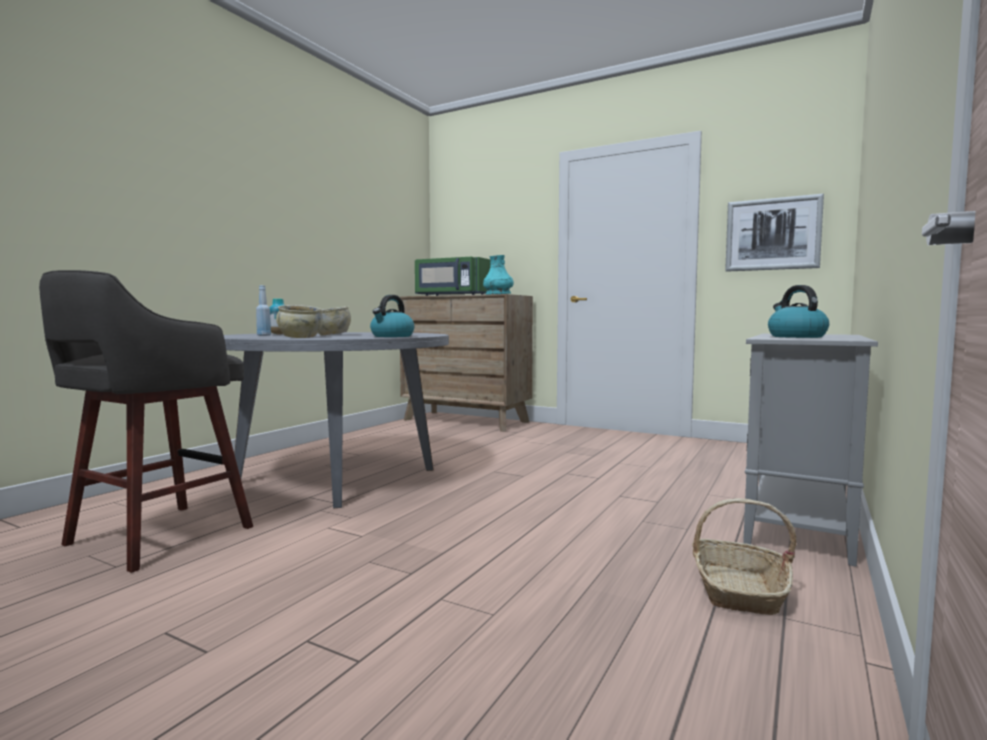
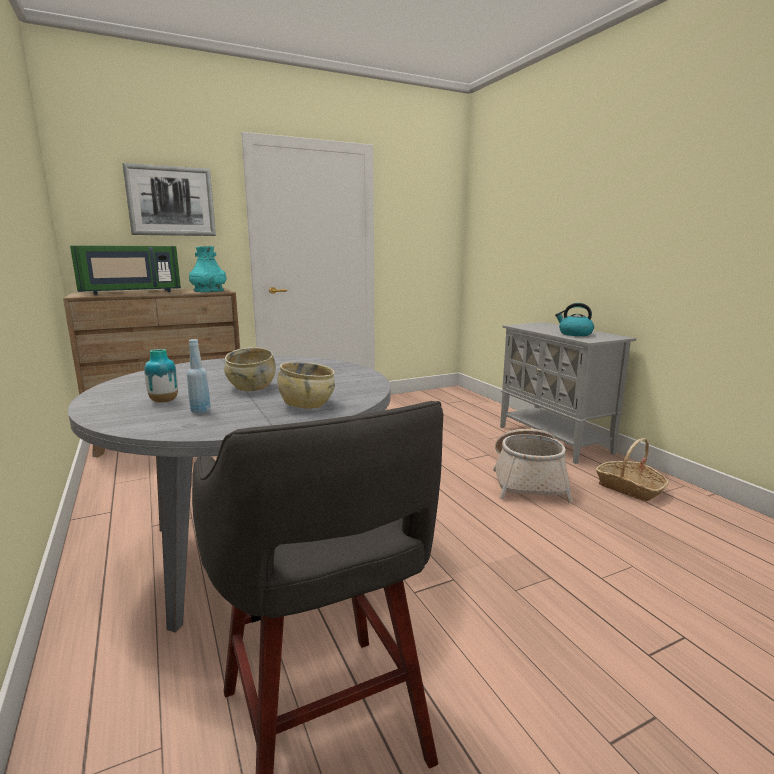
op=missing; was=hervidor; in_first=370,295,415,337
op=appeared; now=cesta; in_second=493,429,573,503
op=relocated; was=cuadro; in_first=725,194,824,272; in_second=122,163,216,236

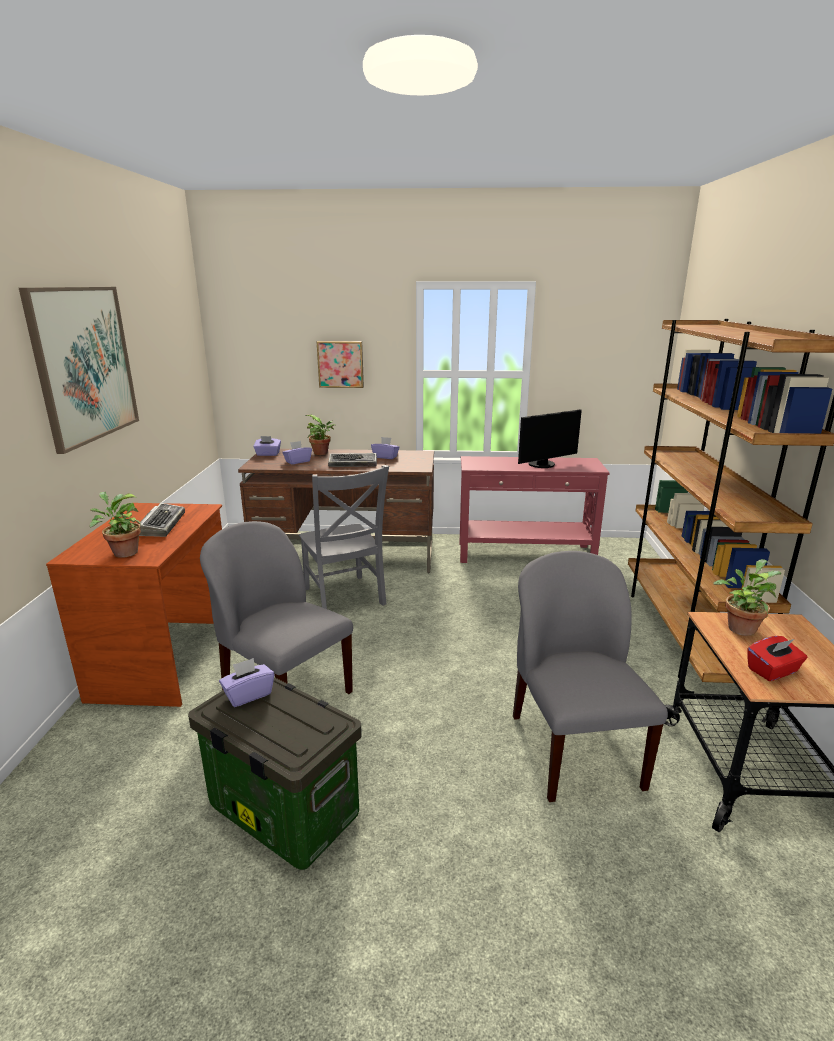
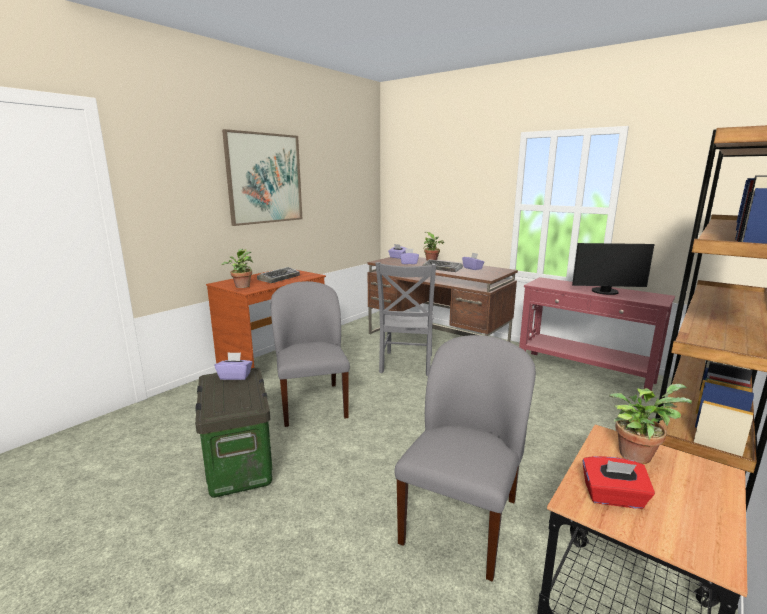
op=missing; was=cuadro; in_first=317,341,364,388

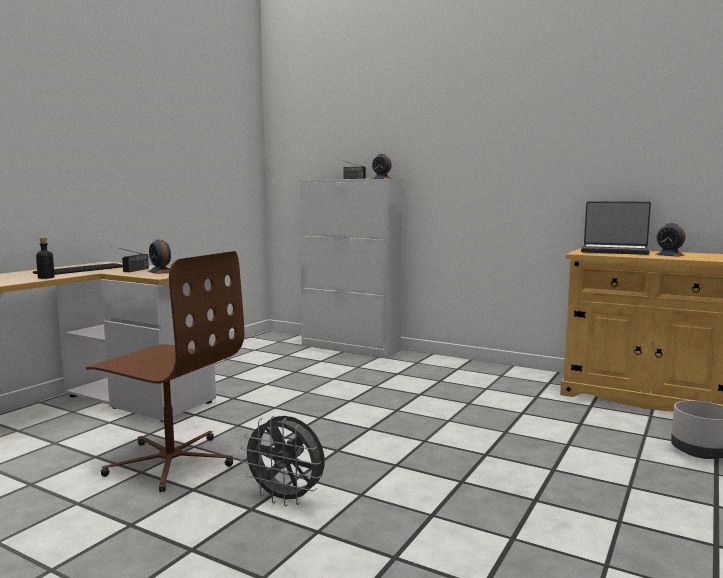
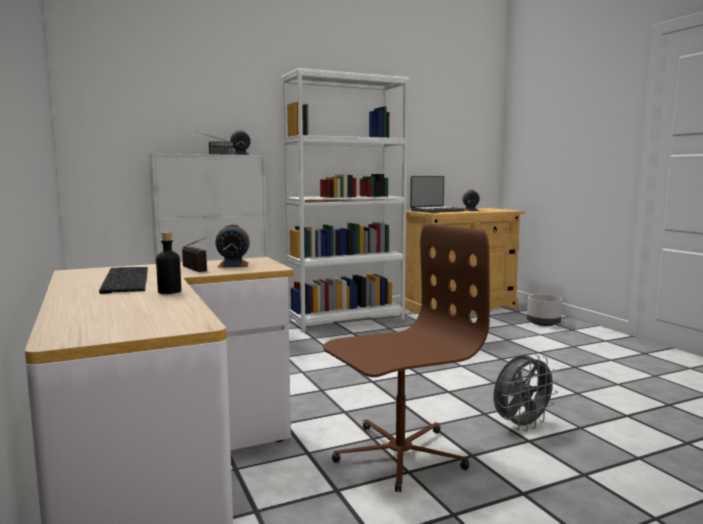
op=appeared; now=estantería/blanco; in_second=282,68,409,333

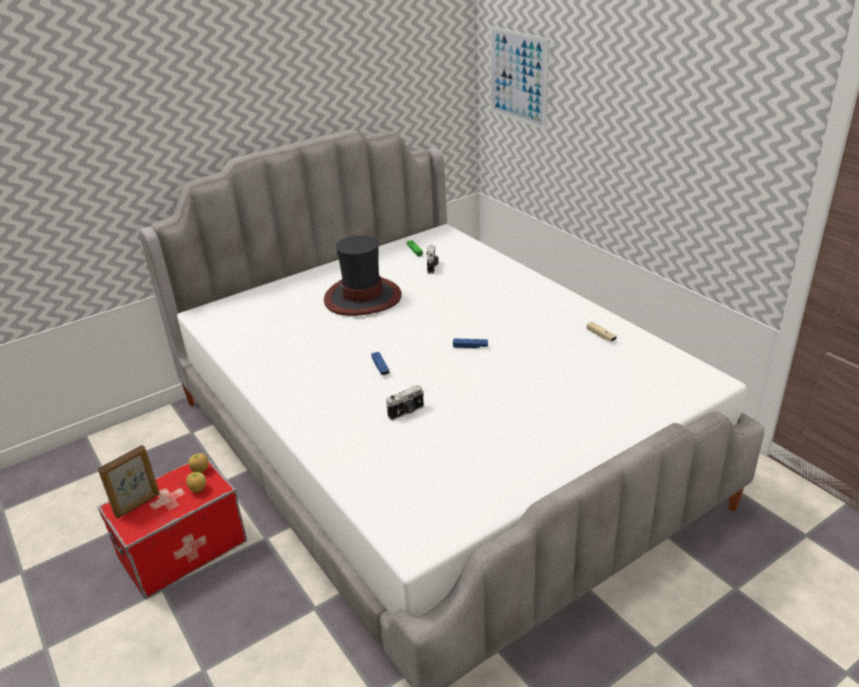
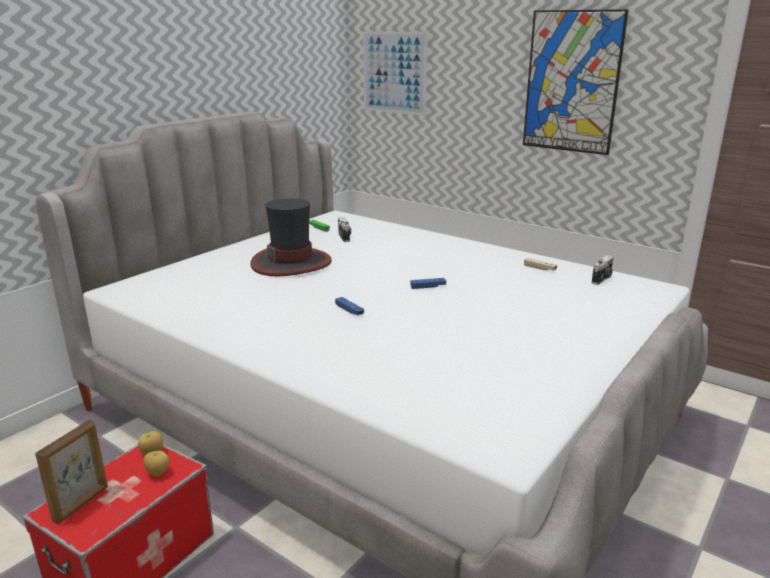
op=appeared; now=cuadro; in_second=523,9,629,155
op=relocated; was=cámara; in_first=386,385,424,420; in_second=592,255,614,285

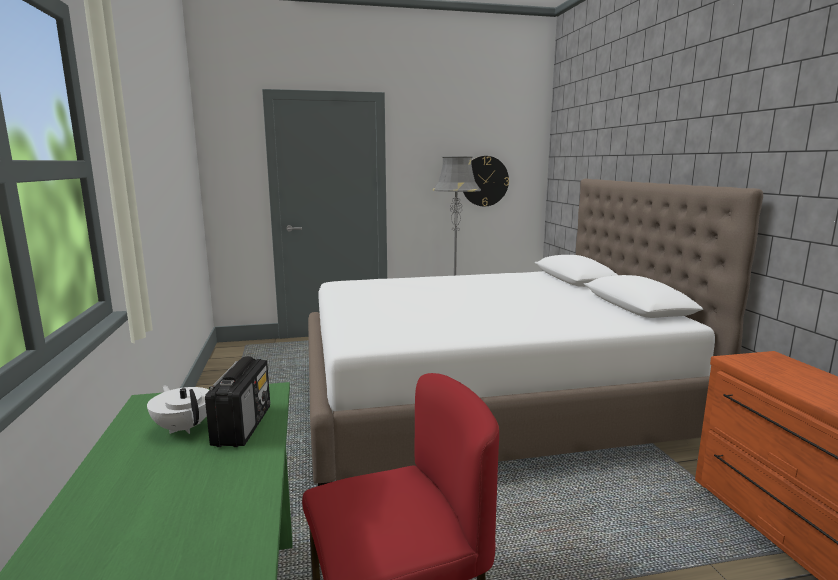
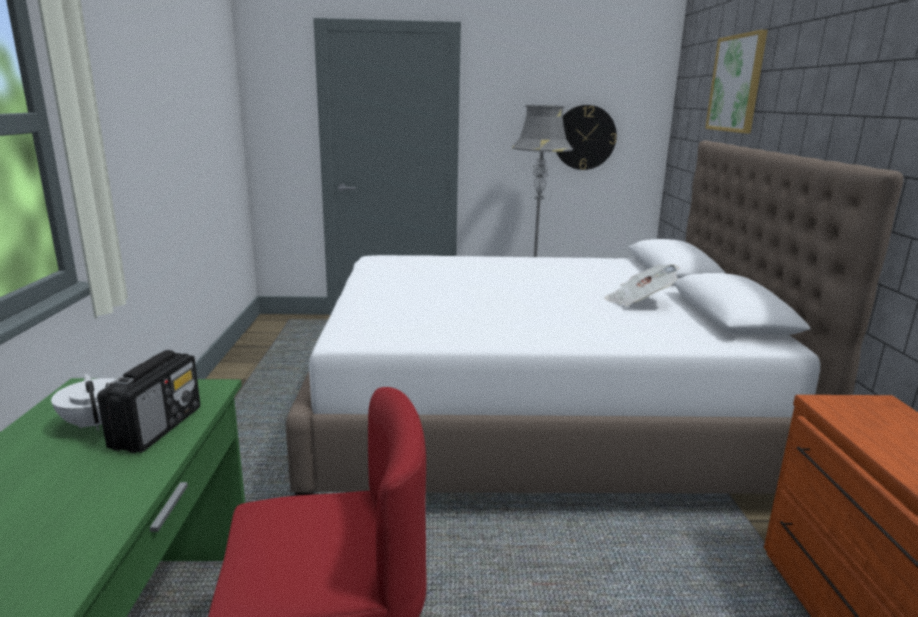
op=appeared; now=periódico; in_second=605,264,680,306
op=appeared; now=cuadro; in_second=705,30,768,133

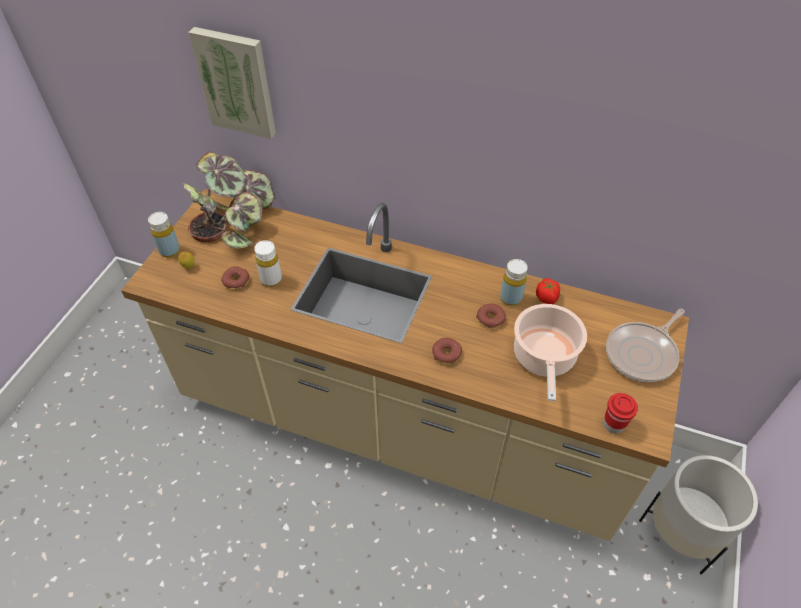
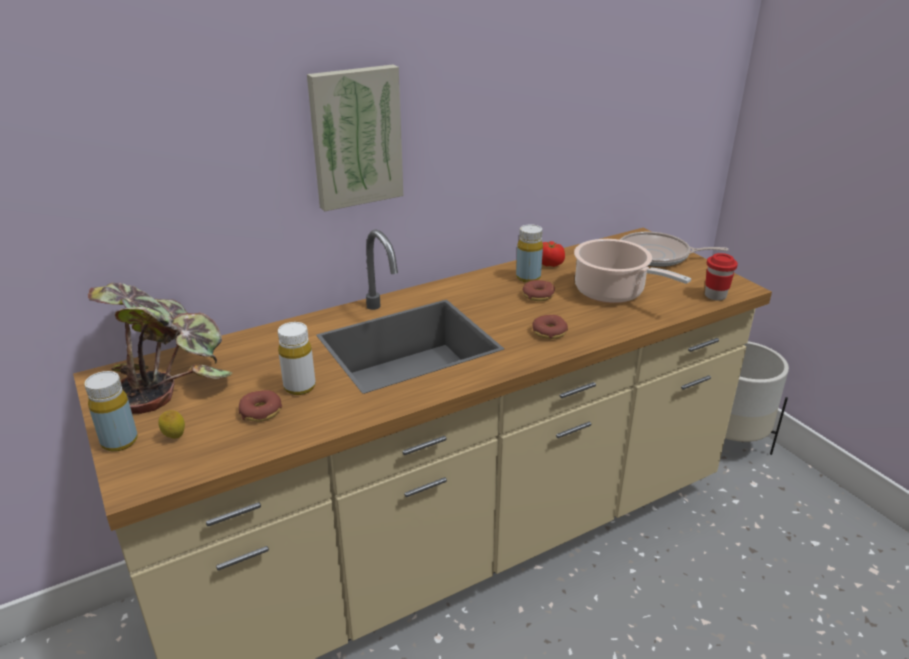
op=relocated; was=cuadro; in_first=188,27,276,139; in_second=307,65,403,212
op=spun; was=sartén; in_first=606,309,685,382; in_second=620,232,729,267; clockwise=105

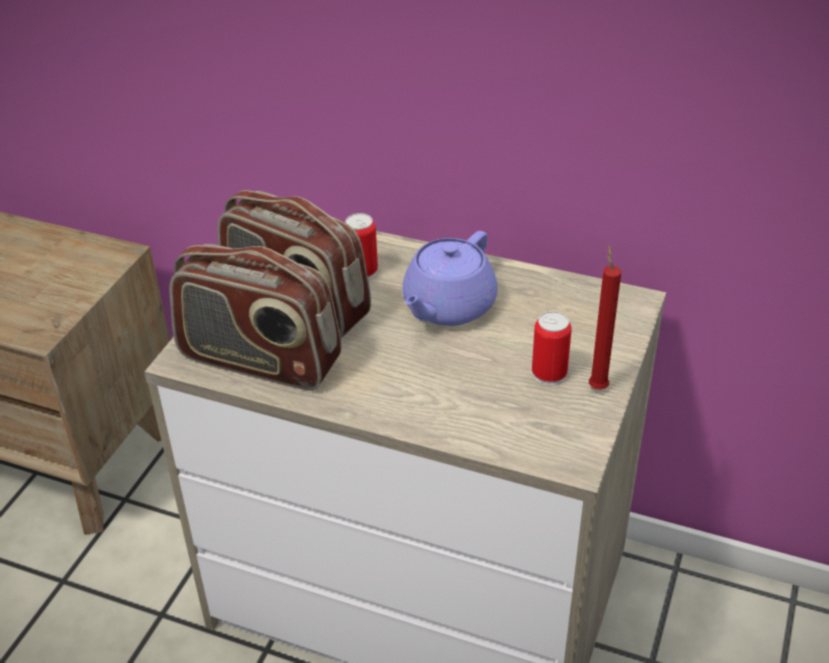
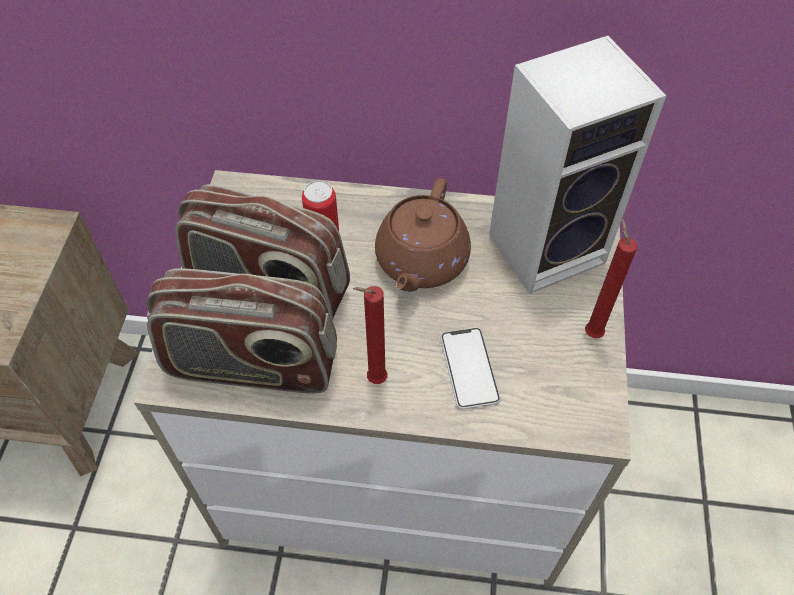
op=missing; was=lata; in_first=532,311,572,386
op=appeared; now=vela/rojo; in_second=353,286,387,384
op=appeared; now=móvil; in_second=440,328,501,410
op=appeared; now=altavoz; in_second=489,36,667,294
op=colour; was=tetera/morado; now=tetera/marrón; in_first=402,231,498,326; in_second=375,178,471,292

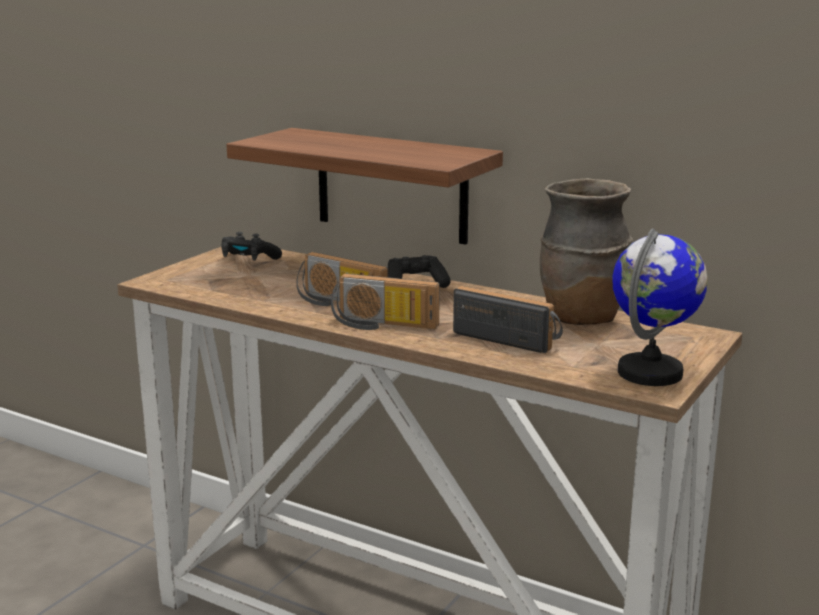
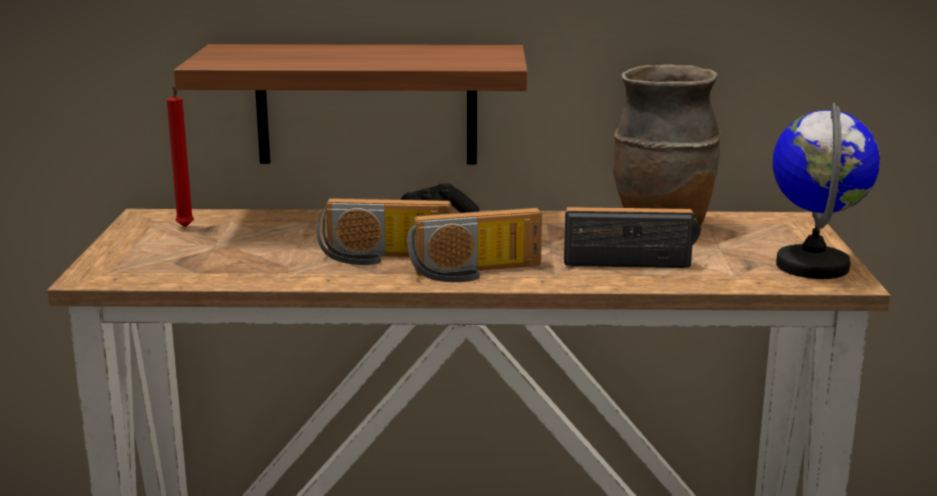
op=exchanged; was=mando de consola/negro; now=vela/rojo; in_first=221,232,282,261; in_second=167,87,194,227

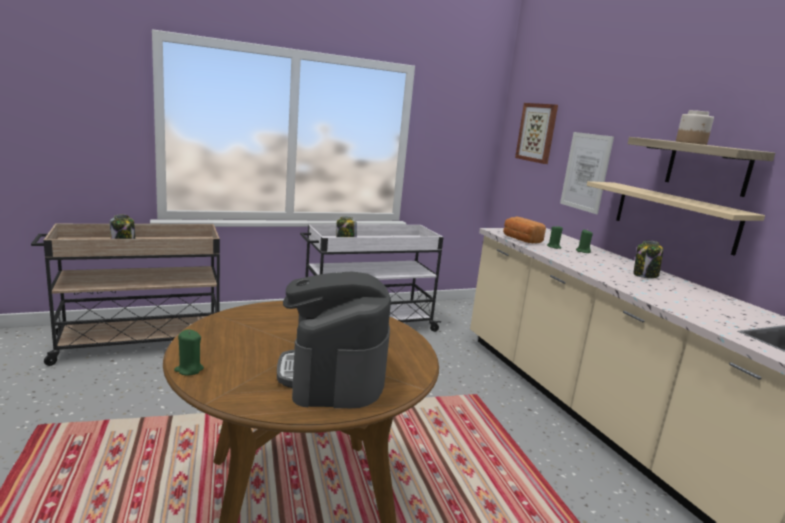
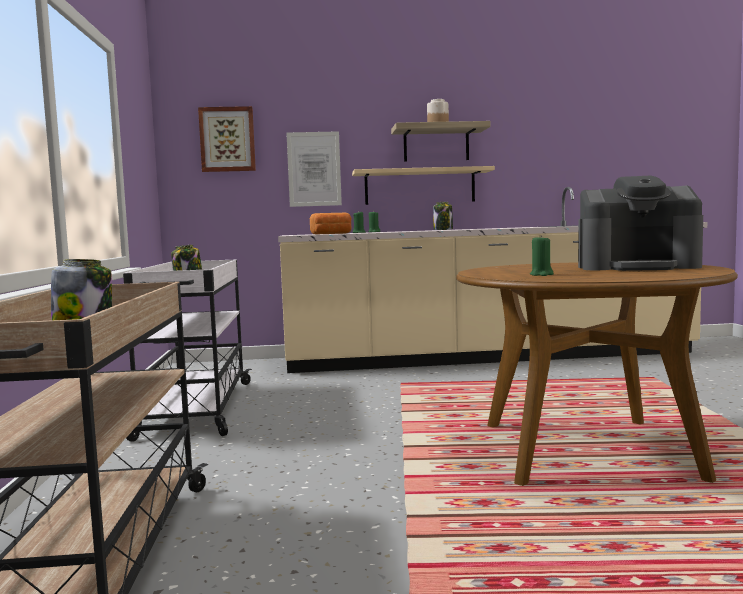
op=relocated; was=vela/verde; in_first=174,329,204,376; in_second=530,235,554,276

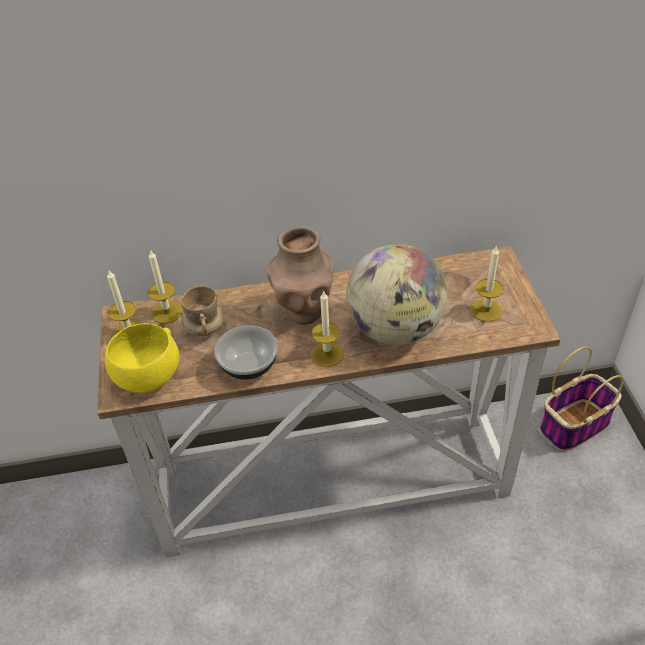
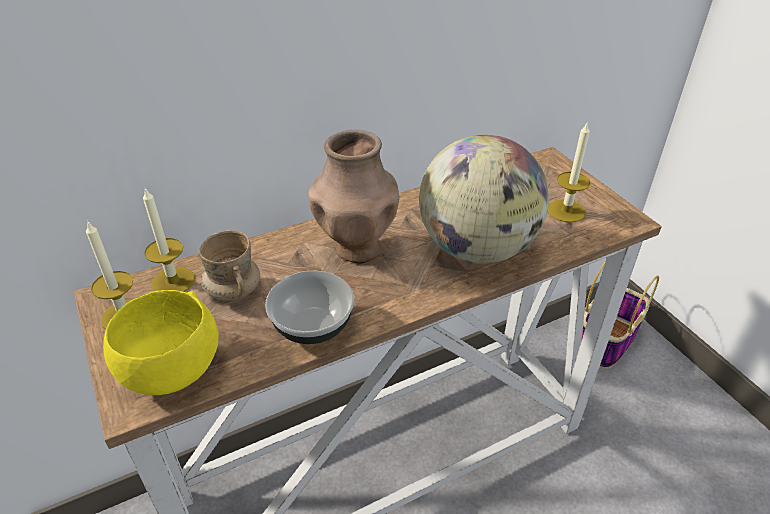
op=missing; was=vela; in_first=311,290,344,367

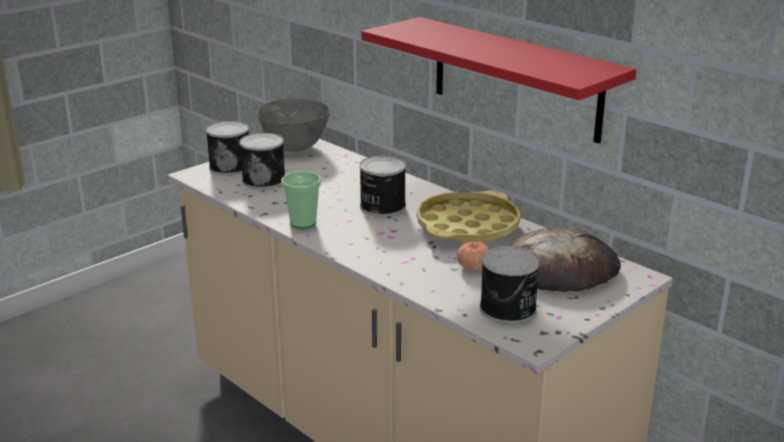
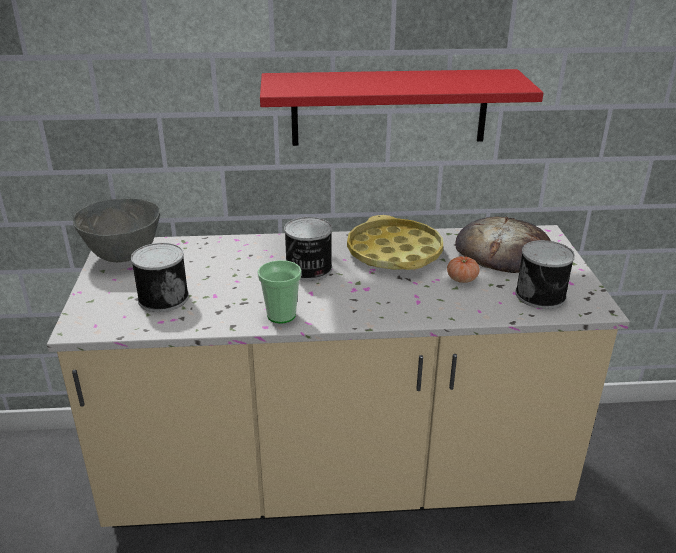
op=missing; was=lata; in_first=206,121,249,176

